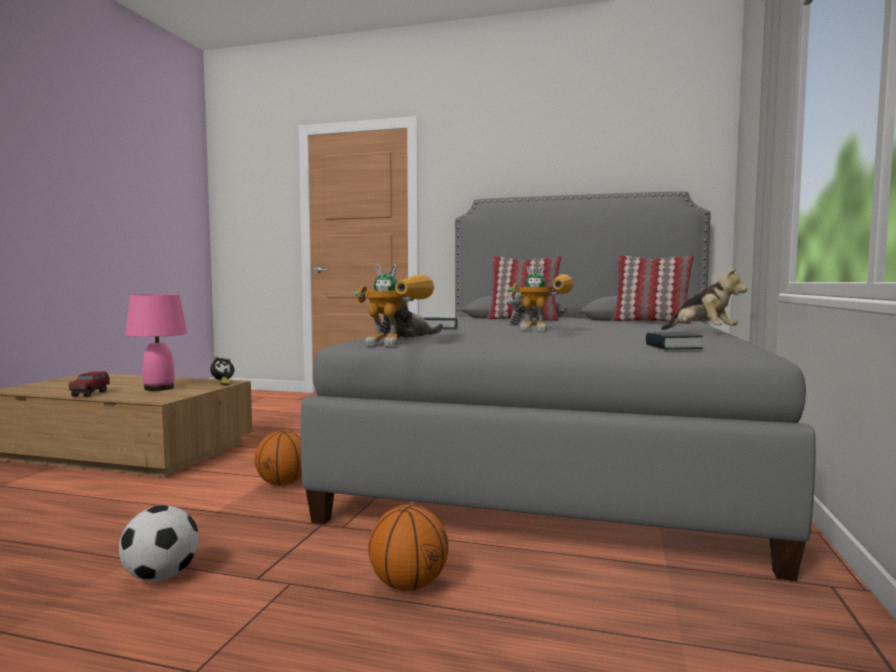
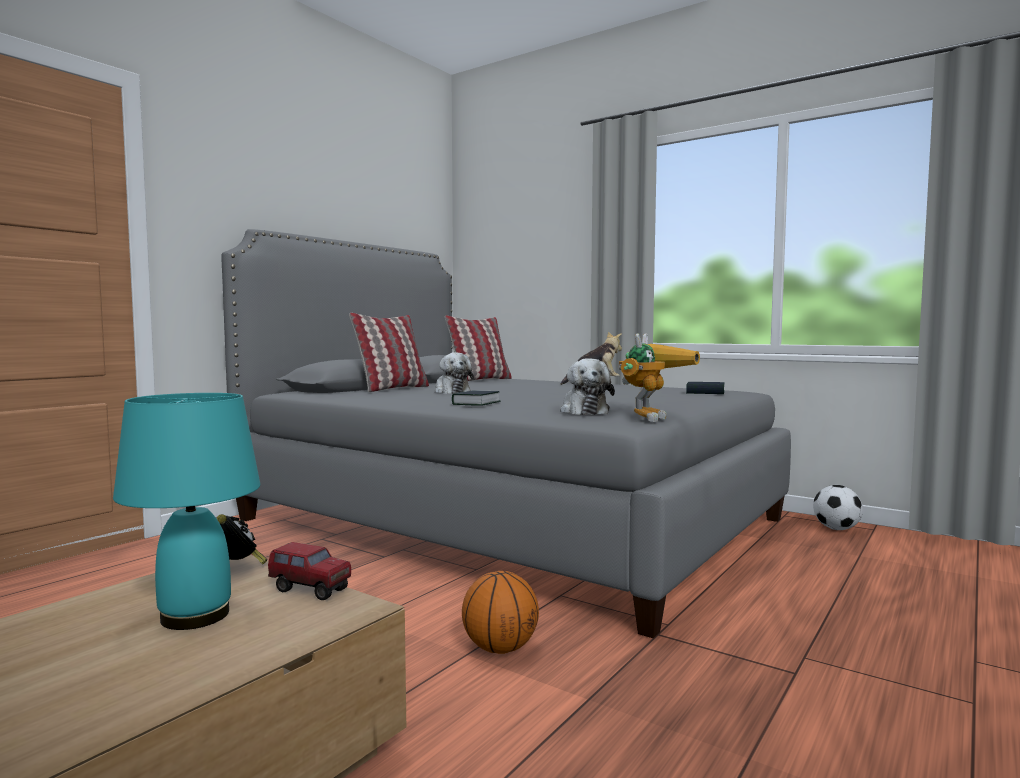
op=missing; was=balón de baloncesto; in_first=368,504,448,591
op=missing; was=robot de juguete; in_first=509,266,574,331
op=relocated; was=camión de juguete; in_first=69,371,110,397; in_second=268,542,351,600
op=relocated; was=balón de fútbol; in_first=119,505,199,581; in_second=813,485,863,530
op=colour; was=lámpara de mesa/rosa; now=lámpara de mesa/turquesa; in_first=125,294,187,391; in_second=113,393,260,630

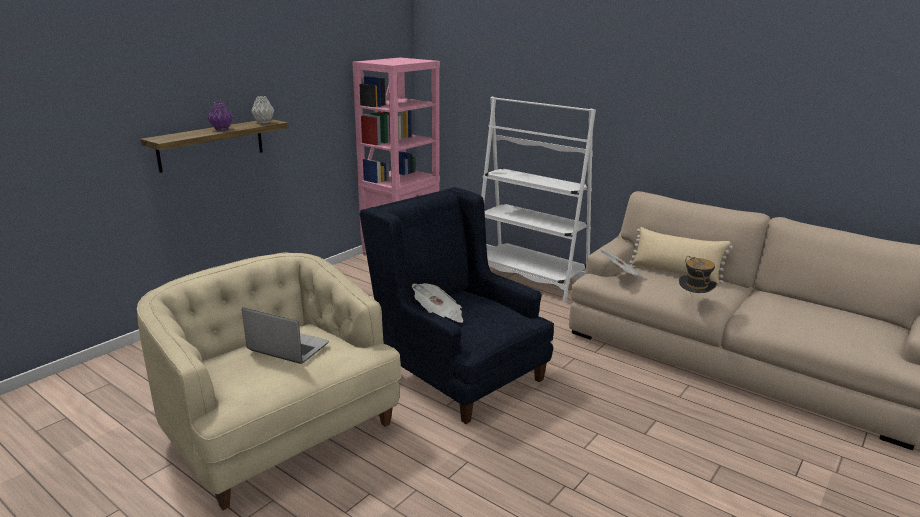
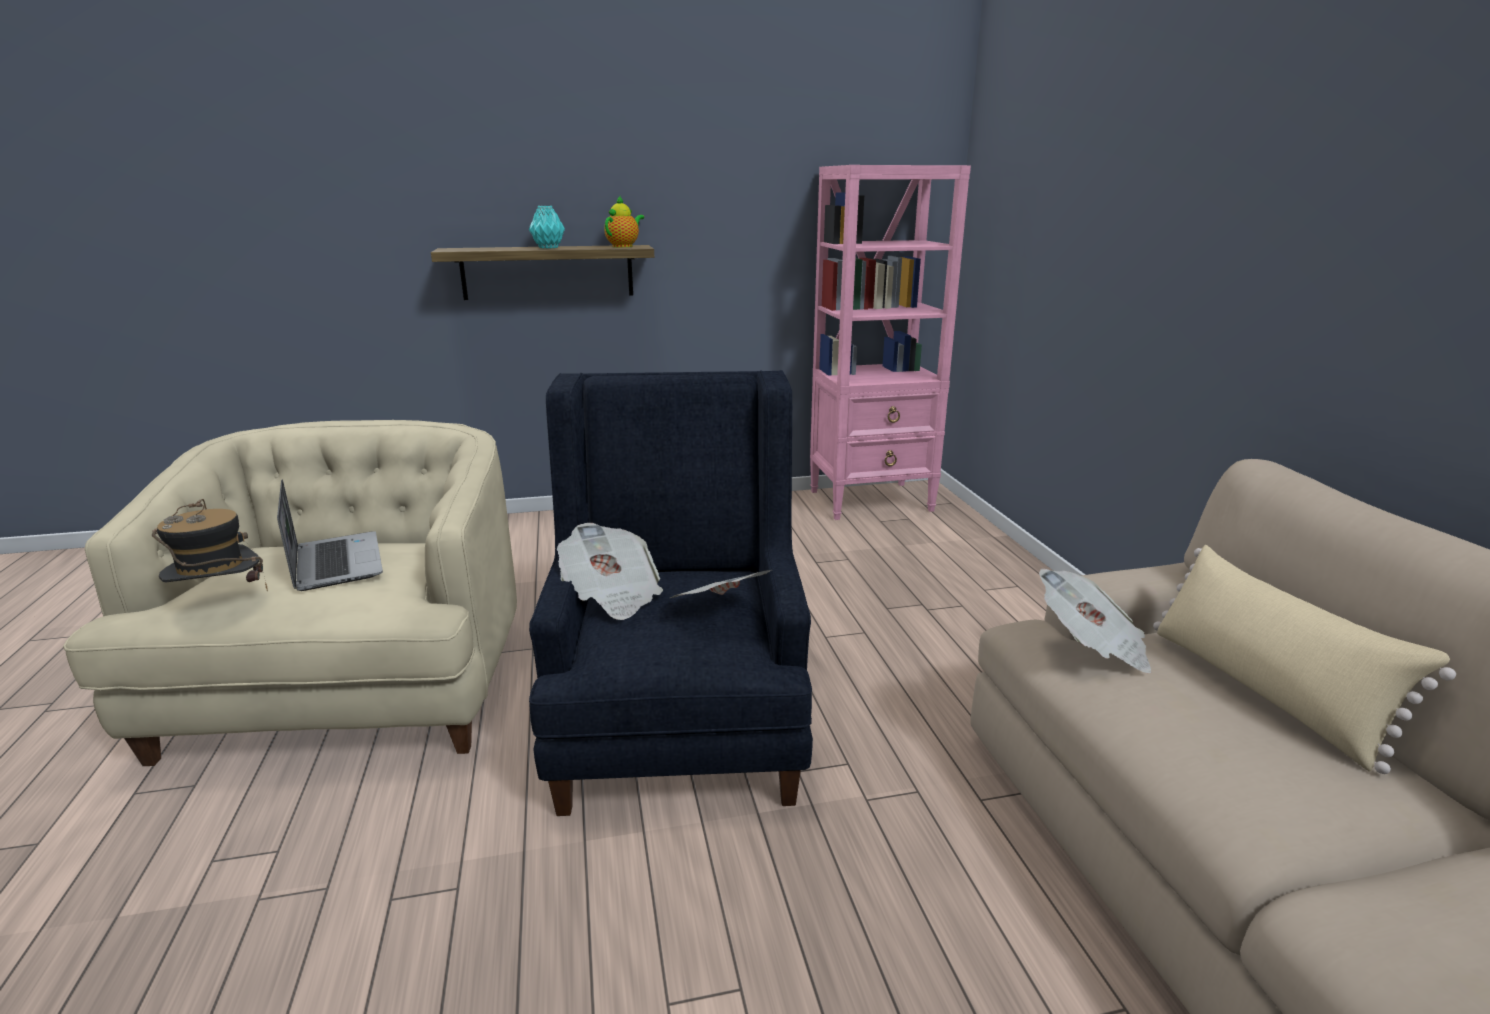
op=missing; was=estantería/blanco; in_first=481,97,596,303
op=appeared; now=periódico; in_second=670,570,772,598
op=relocated; was=sombrero; in_first=679,256,717,294; in_second=152,499,268,591
op=exchanged; was=florero/gris; now=tetera; in_first=251,96,274,123; in_second=604,195,644,247
op=colour; was=florero/morado; now=florero/turquesa; in_first=208,102,233,131; in_second=529,206,565,249

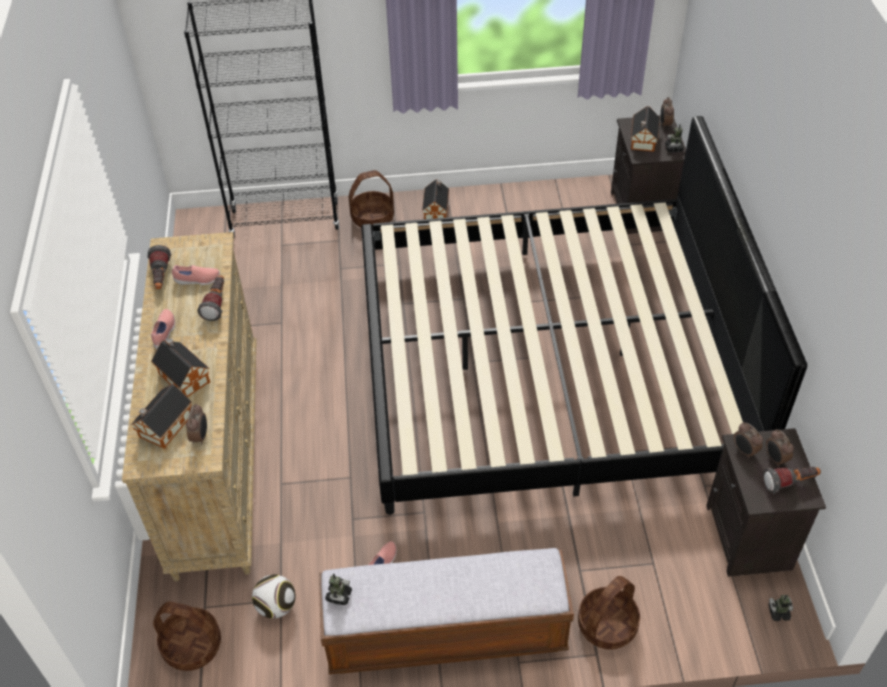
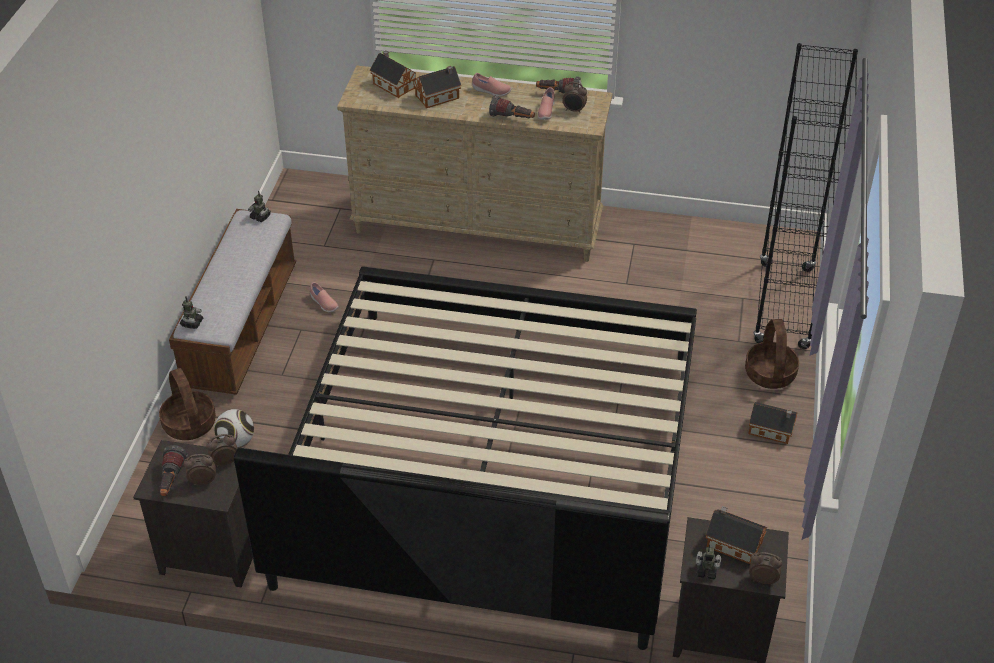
op=missing; was=cesta; in_first=153,602,221,671
op=relocated; was=despertador; in_first=186,403,207,445; in_second=563,82,587,113
op=relocated; was=balón de fútbol; in_first=252,574,296,618; in_second=214,409,254,448
op=relocated; was=robot de juguete; in_first=769,595,793,621; in_second=180,296,203,329

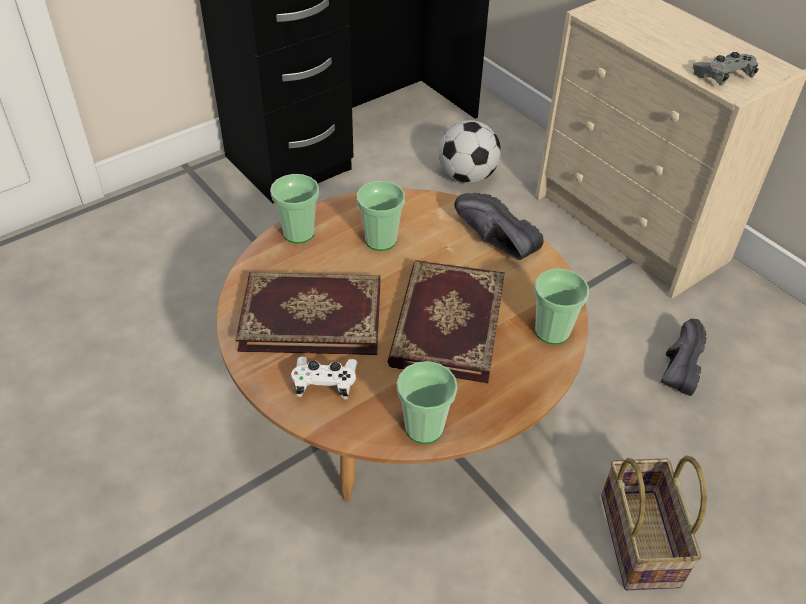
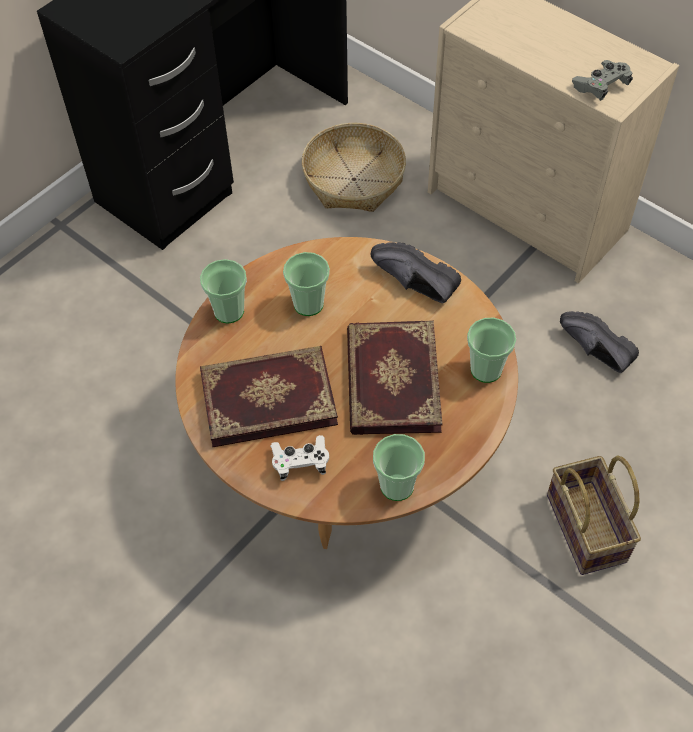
op=exchanged; was=balón de fútbol; now=cesta; in_first=439,120,501,183; in_second=301,123,406,212
op=spun; was=zapato/negro; in_first=661,319,706,396; in_second=560,311,639,373; clockwise=-60

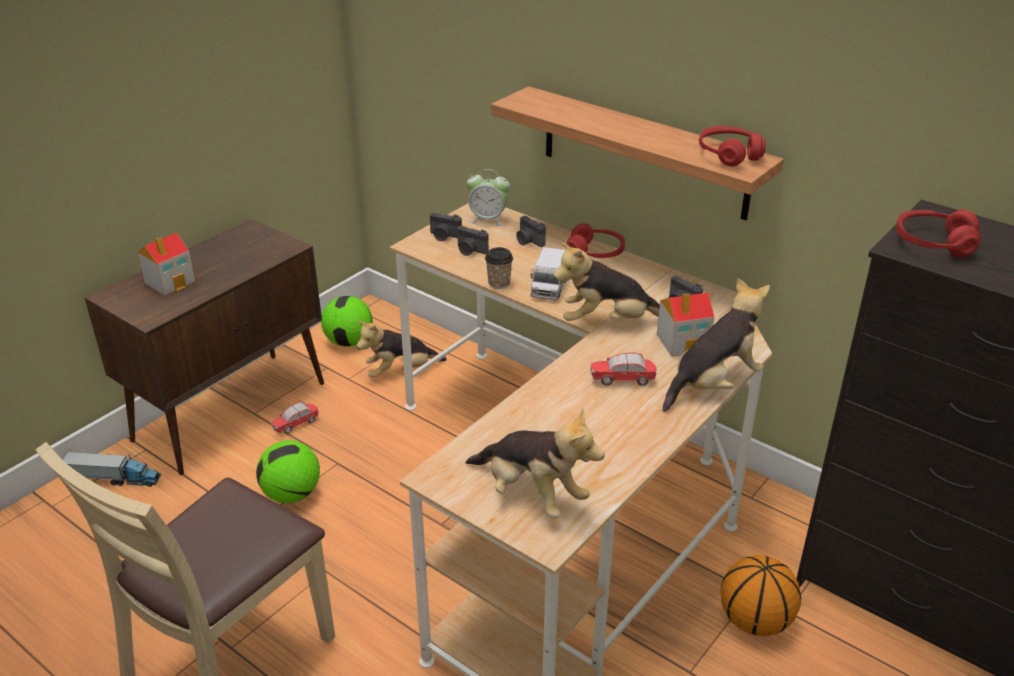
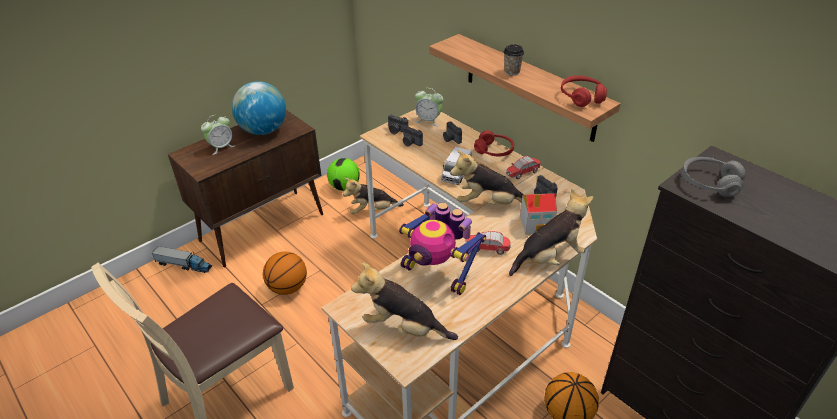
op=appeared; now=globo terráqueo; in_second=232,81,286,135
op=appeared; now=robot de juguete; in_second=399,202,486,295
op=relocated; was=coche de juguete; in_first=271,402,319,434; in_second=506,156,541,179
op=relocated; was=taza; in_first=485,247,513,289; in_second=504,44,524,75
op=exchanged; was=casita; now=despertador; in_first=137,233,195,295; in_second=201,115,235,155
op=exchanged; was=balón de fútbol; now=balón de baloncesto; in_first=256,440,320,503; in_second=263,252,307,295
op=colour; was=auriculares/rojo; now=auriculares/gris; in_first=896,209,981,257; in_second=682,157,745,197
op=spun; was=peluche; in_first=465,408,605,518; in_second=351,262,458,340; clockwise=150

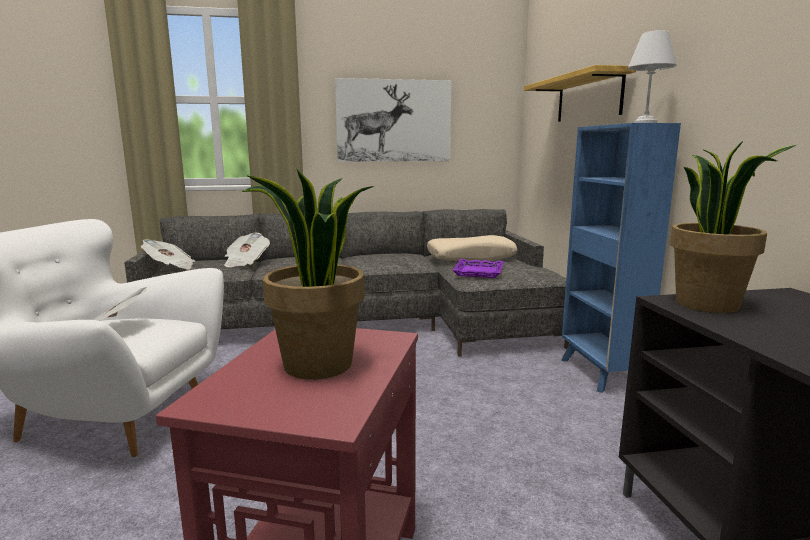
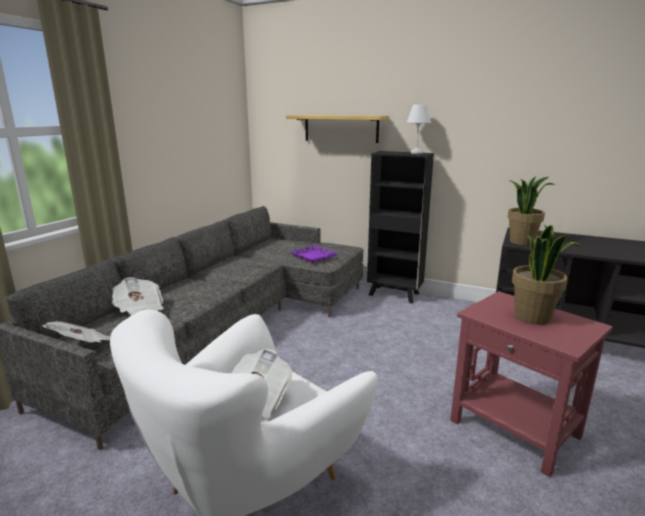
op=missing; was=cuadro; in_first=335,78,452,162
op=missing; was=cojín/beis; in_first=427,235,517,261
op=colour; was=estantería/azul; now=estantería/negro; in_first=561,123,681,393; in_second=367,151,434,303

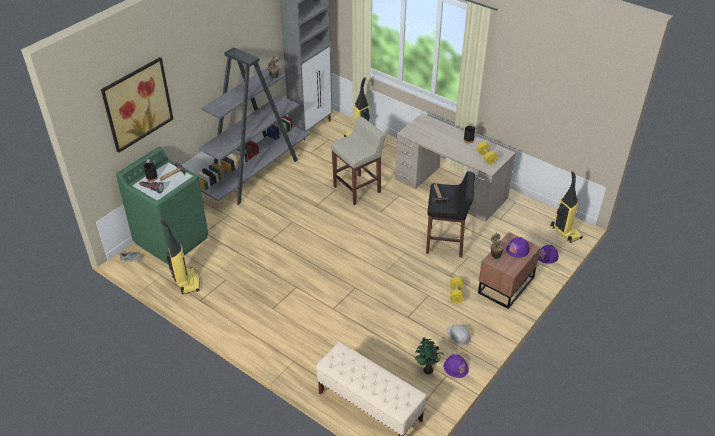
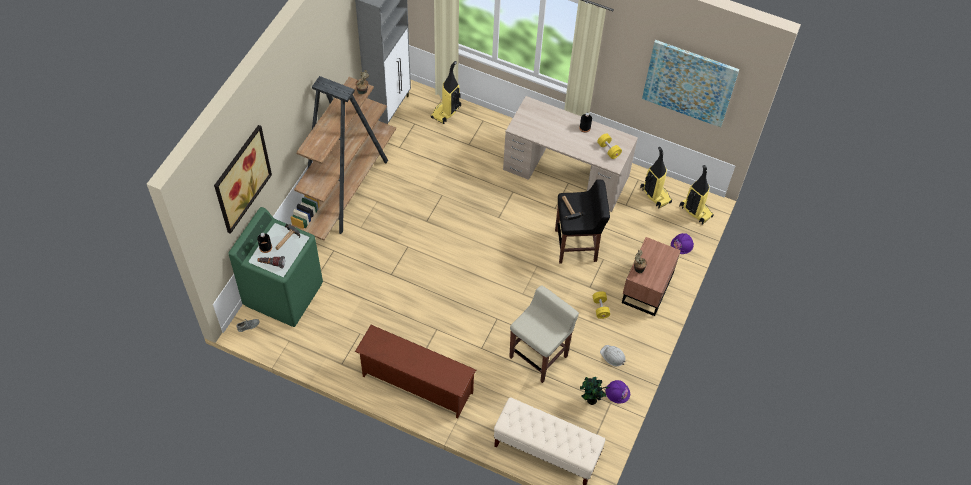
op=missing; was=casco/morado; in_first=506,237,530,258
op=appeared; now=zapatero/marrón; in_second=355,325,476,418
op=appeared; now=cuadro; in_second=642,40,739,127
op=relocated; was=aspiradora; in_first=160,220,200,294; in_second=640,147,672,209
op=relocated; was=taburete/beis; in_first=331,116,385,205; in_second=509,285,579,383
op=colour; was=estantería/gris; now=estantería/marrón; in_first=197,47,310,205; in_second=290,76,396,240

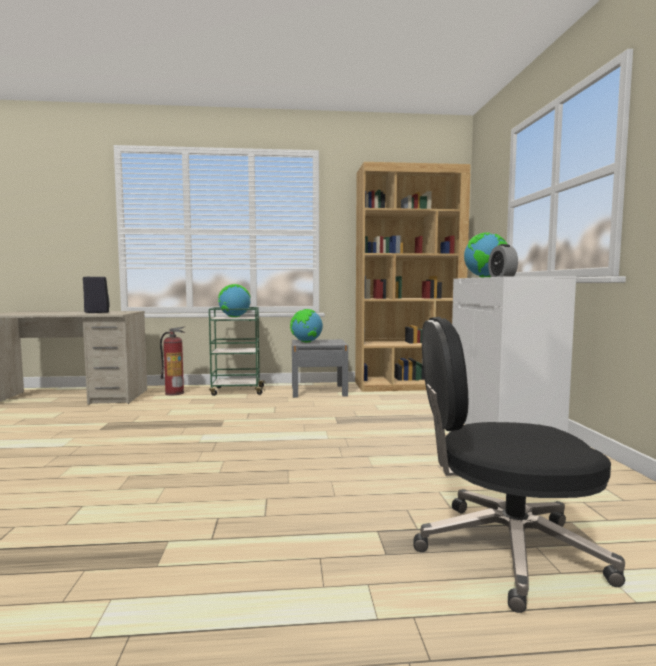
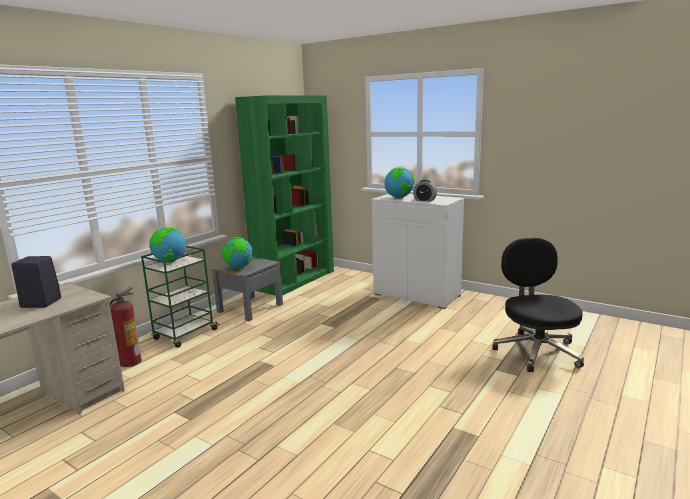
op=colour; was=estantería/marrón; now=estantería/verde; in_first=355,162,471,392; in_second=235,95,334,296
op=spun; was=silla de oficina/negro; in_first=413,317,625,613; in_second=492,238,584,372; clockwise=135

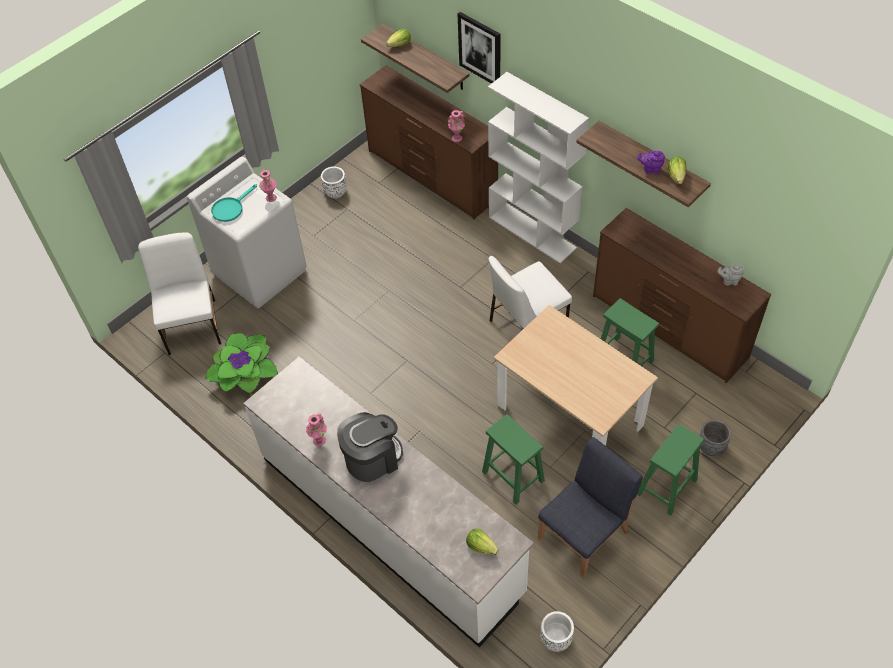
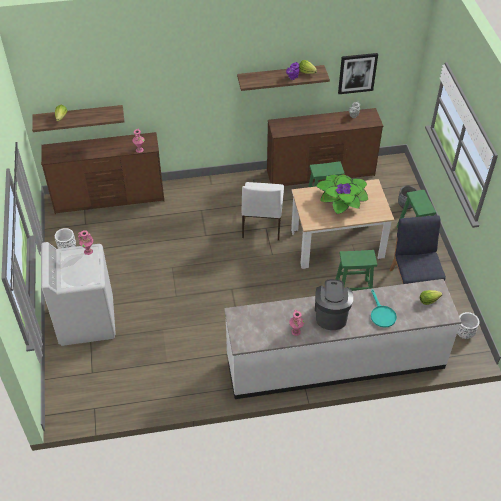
op=missing; was=silla/blanco; in_first=138,233,221,355
op=missing; was=estantería/blanco; in_first=488,72,589,263
op=relocated; was=planta en maceta; in_first=205,333,278,393; in_second=316,174,368,214
op=relocated; was=sartén/turquesa; in_first=211,184,257,222; in_second=371,289,397,328
op=relocated; was=cuadro; in_first=458,12,500,84; in_second=338,53,378,94

